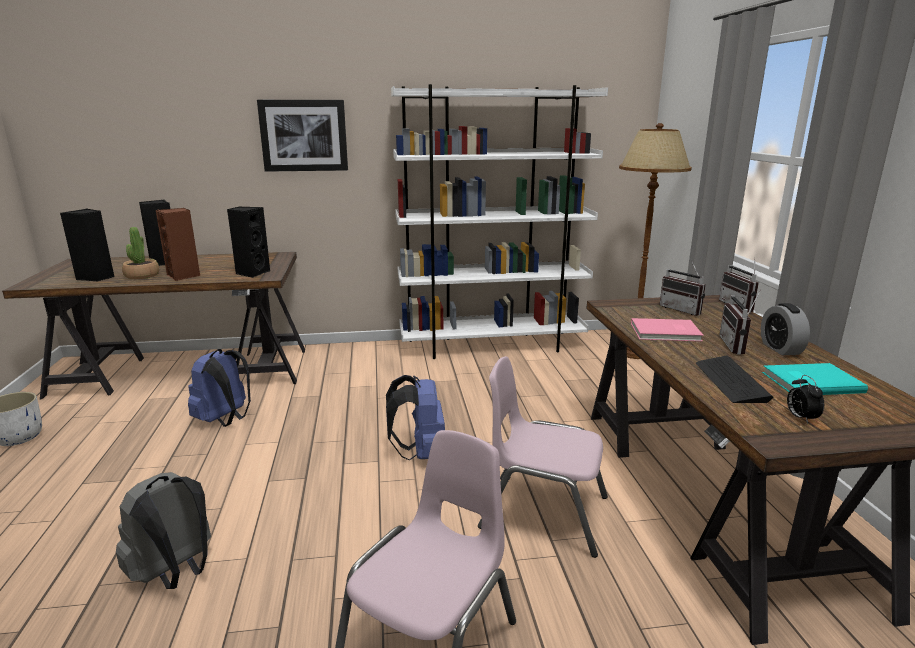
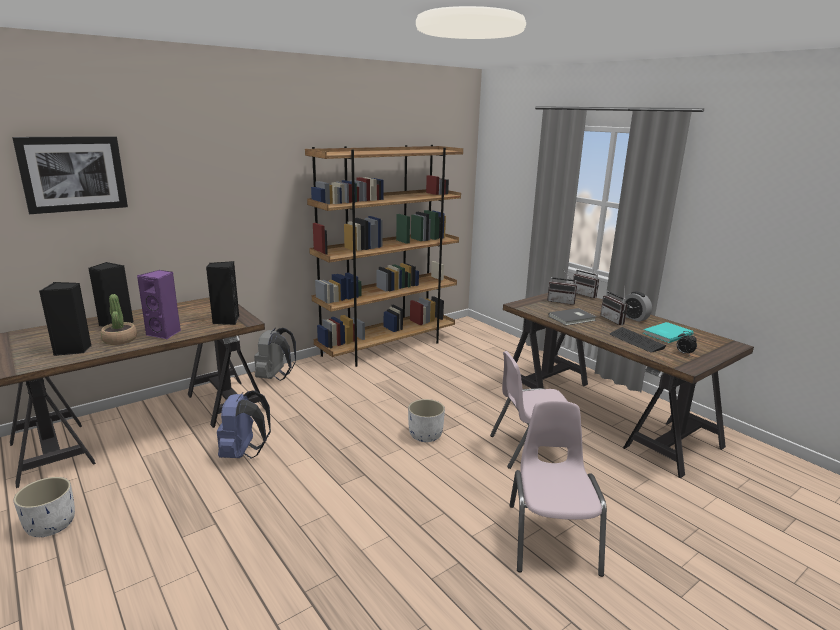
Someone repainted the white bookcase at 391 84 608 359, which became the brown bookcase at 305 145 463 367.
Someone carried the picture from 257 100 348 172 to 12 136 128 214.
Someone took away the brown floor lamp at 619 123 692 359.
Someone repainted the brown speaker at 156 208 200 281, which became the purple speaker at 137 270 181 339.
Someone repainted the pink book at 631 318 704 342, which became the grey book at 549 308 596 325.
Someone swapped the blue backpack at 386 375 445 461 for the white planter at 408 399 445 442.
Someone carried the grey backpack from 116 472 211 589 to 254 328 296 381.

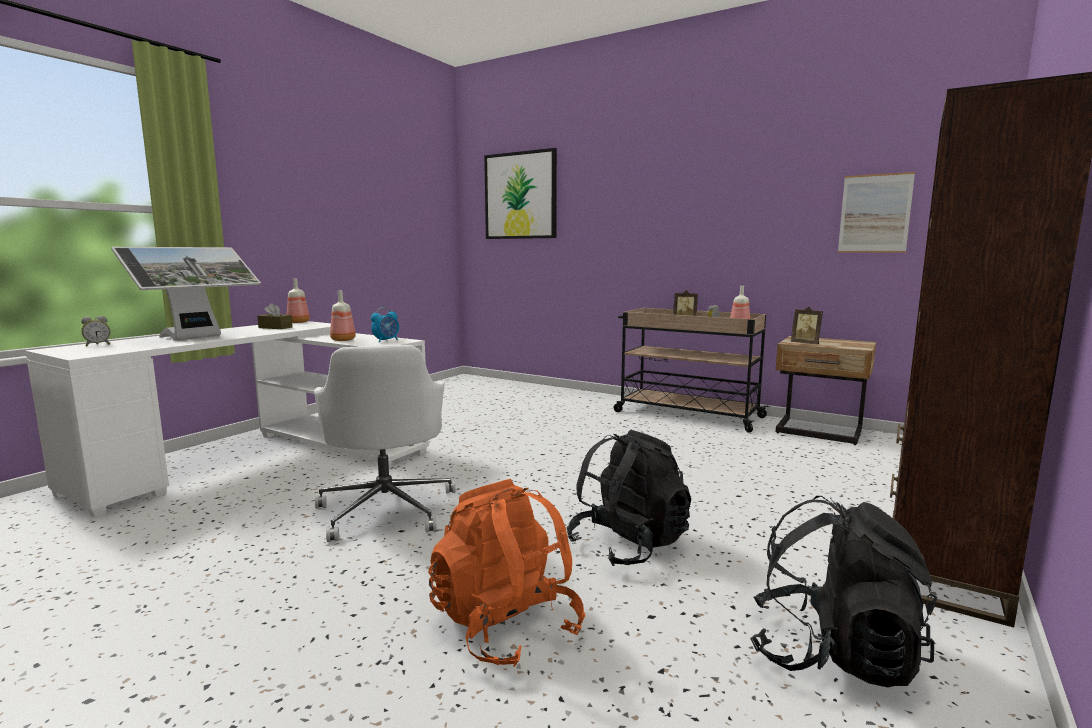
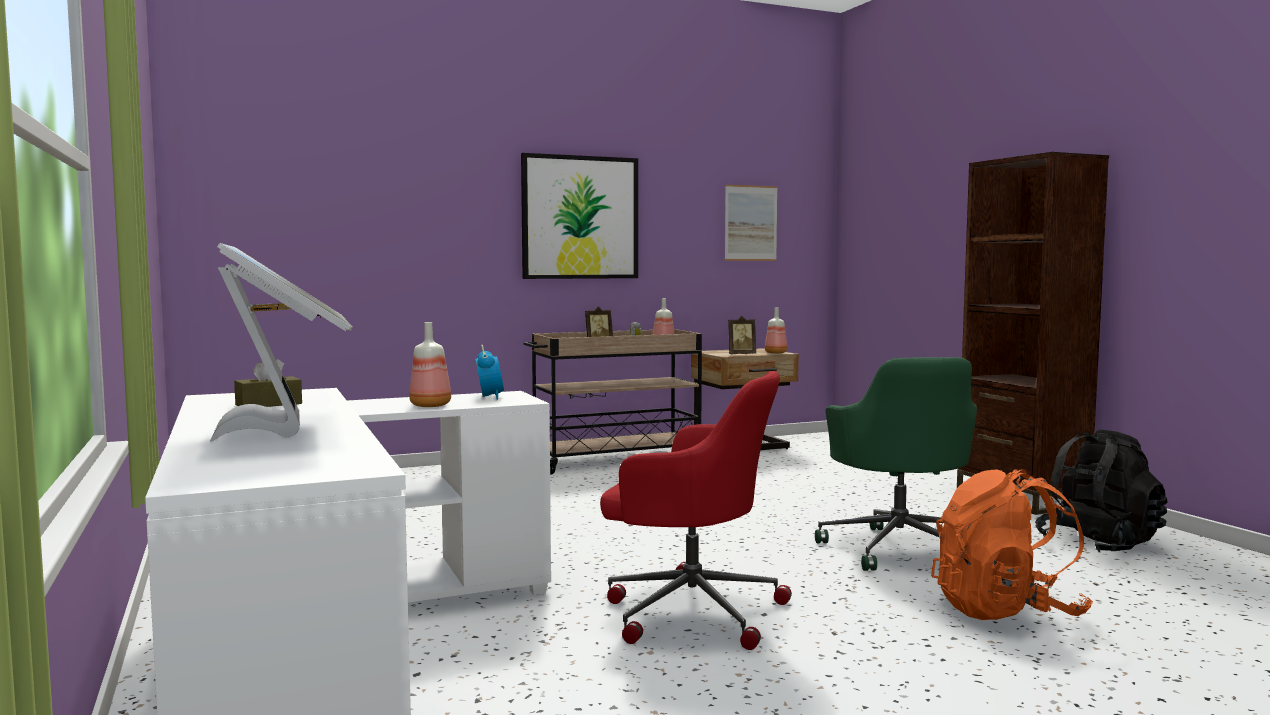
Someone carried the picture from 484 148 557 239 to 521 153 638 279.
Someone carried the bottle from 286 279 309 323 to 765 307 787 354.
Someone took away the alarm clock at 81 316 110 346.
Someone repainted the white office chair at 314 345 455 542, which became the red office chair at 600 371 792 650.
Someone swapped the black backpack at 567 430 691 566 for the green office chair at 815 357 977 571.

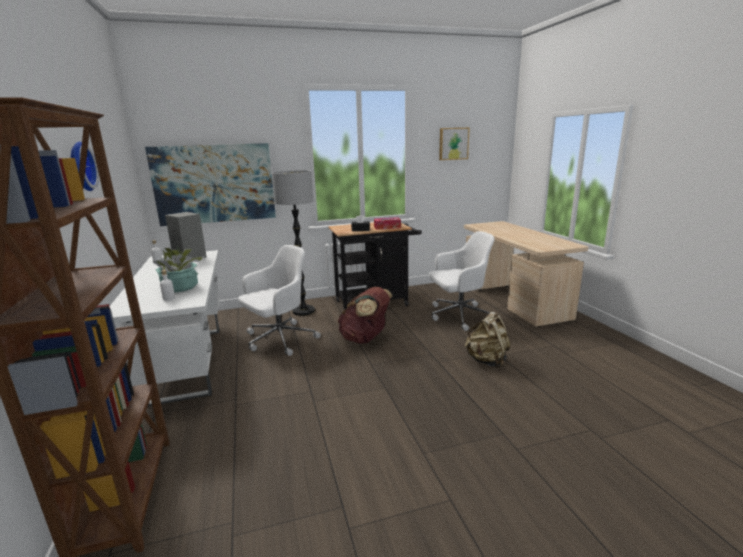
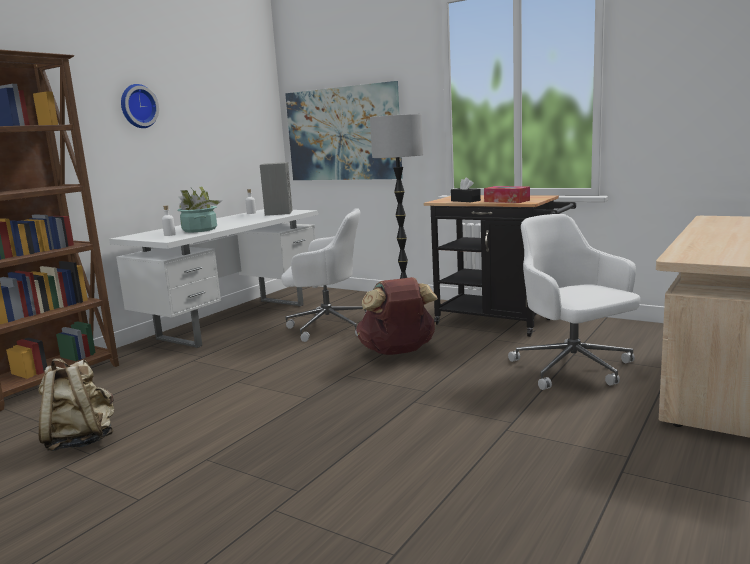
Someone took away the picture at 439 128 470 160.
Someone rotated the white office chair at 429 231 494 331 by 150 degrees counterclockwise.
Someone carried the beige backpack from 465 312 510 368 to 39 358 115 451.

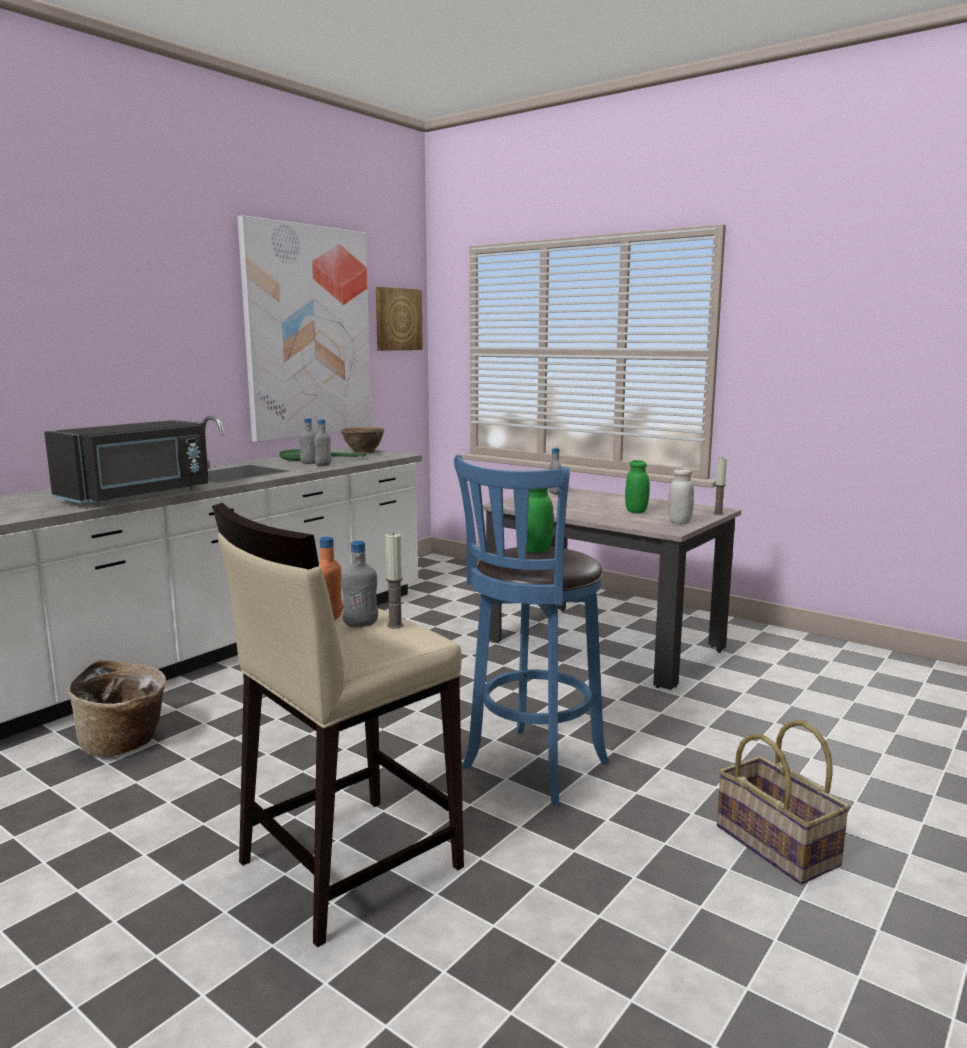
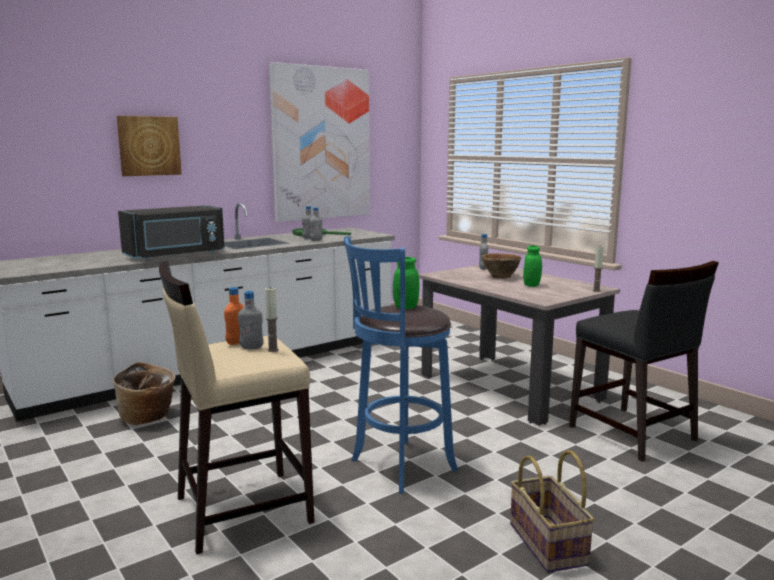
Someone carried the picture from 376 287 423 351 to 117 116 182 176.
Someone carried the brown bowl from 341 427 385 453 to 482 253 521 278.
Someone took away the white jar at 668 468 694 524.
Someone put down the black chair at 569 261 719 462.

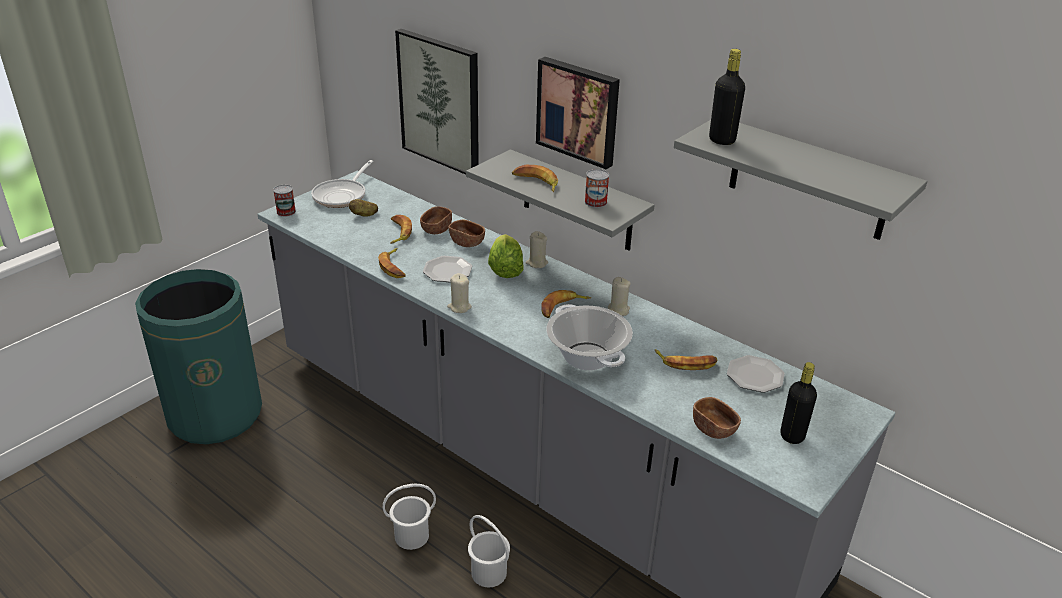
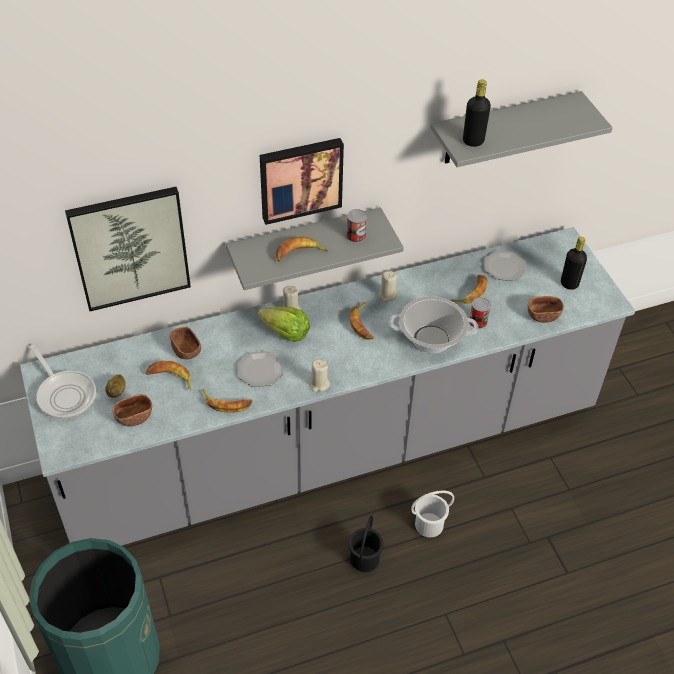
Someone carried the can from 273 185 296 217 to 469 297 491 329.
Someone carried the brown bowl from 449 220 485 247 to 113 394 152 427.
Someone repainted the white bucket at 383 484 436 550, which became the black bucket at 349 516 384 572.

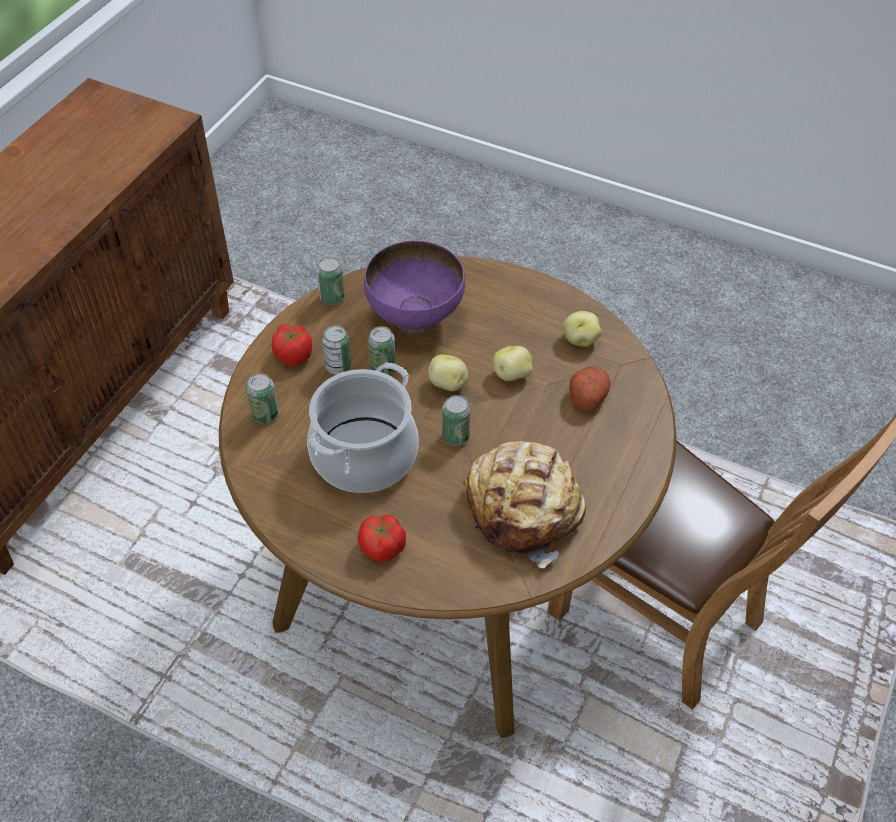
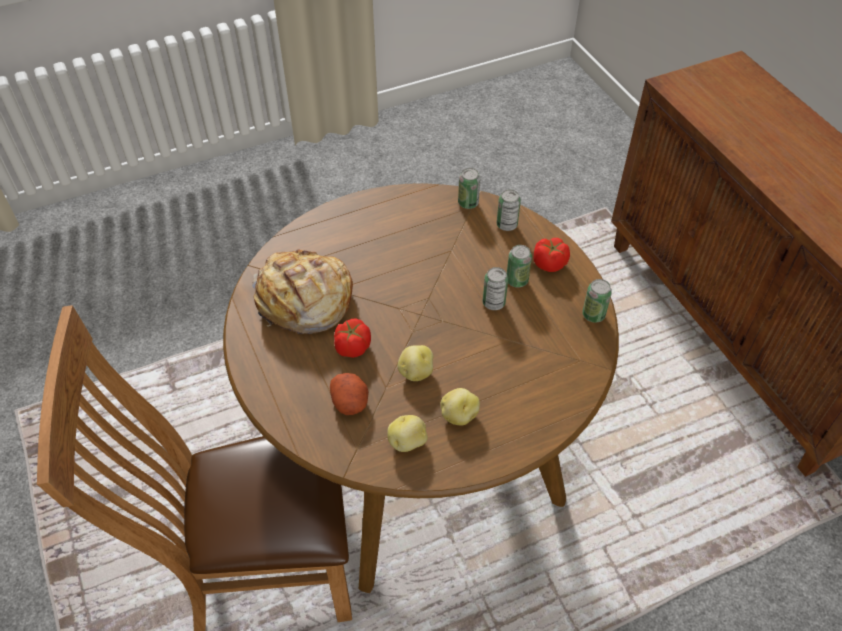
Someone took away the purple bowl at 364 240 465 334.
Someone carried the potato from 428 354 468 391 to 440 388 480 426.
Someone took away the cooking pot at 307 363 419 493.
Someone carried the can from 442 395 471 446 to 458 168 481 209.
Someone carried the tomato from 357 514 406 562 to 334 318 371 358.

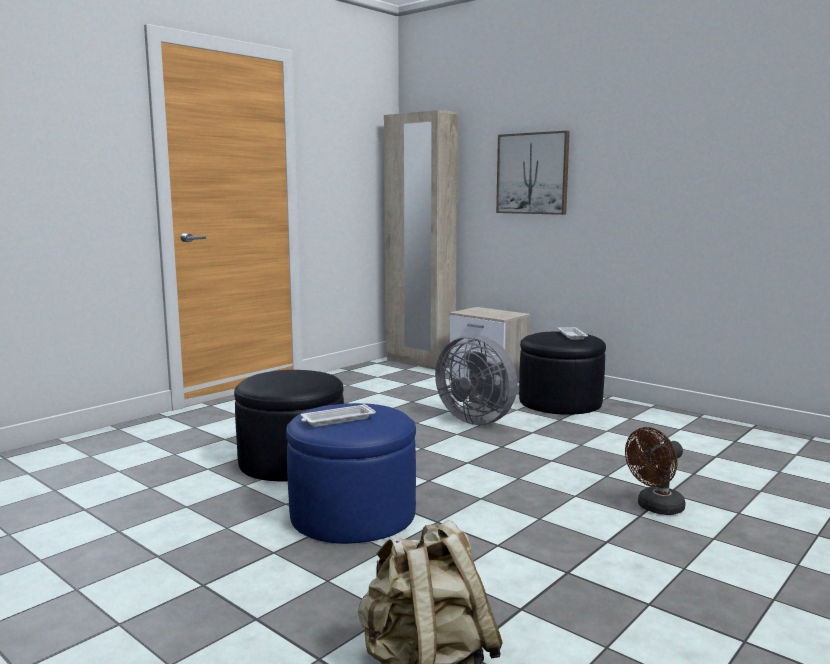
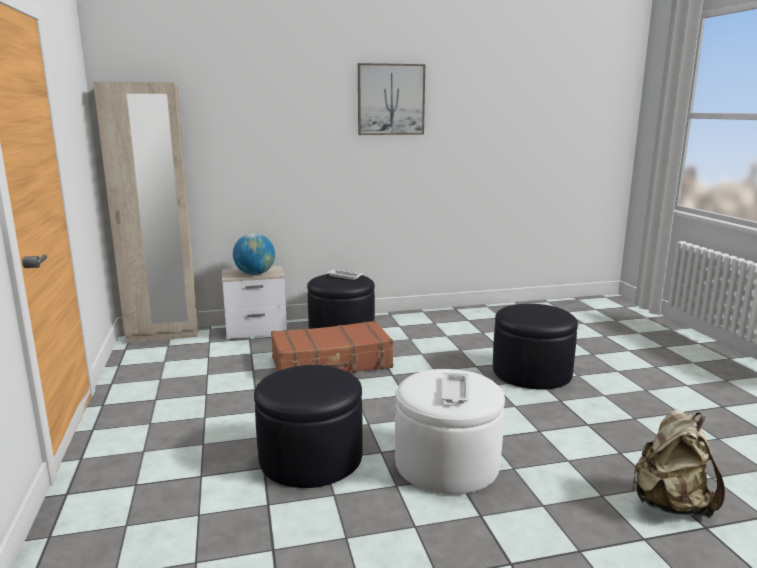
Someone carried the picture from 496 131 570 215 to 358 63 425 135.
Someone swapped the grey fan at 435 335 518 425 for the brown suitcase at 271 321 393 373.
Someone repainted the blue ottoman at 286 403 416 544, which became the white ottoman at 395 369 505 495.
Someone swapped the brown fan at 625 427 686 515 for the black ottoman at 493 304 578 390.
Someone put down the globe at 233 233 275 275.

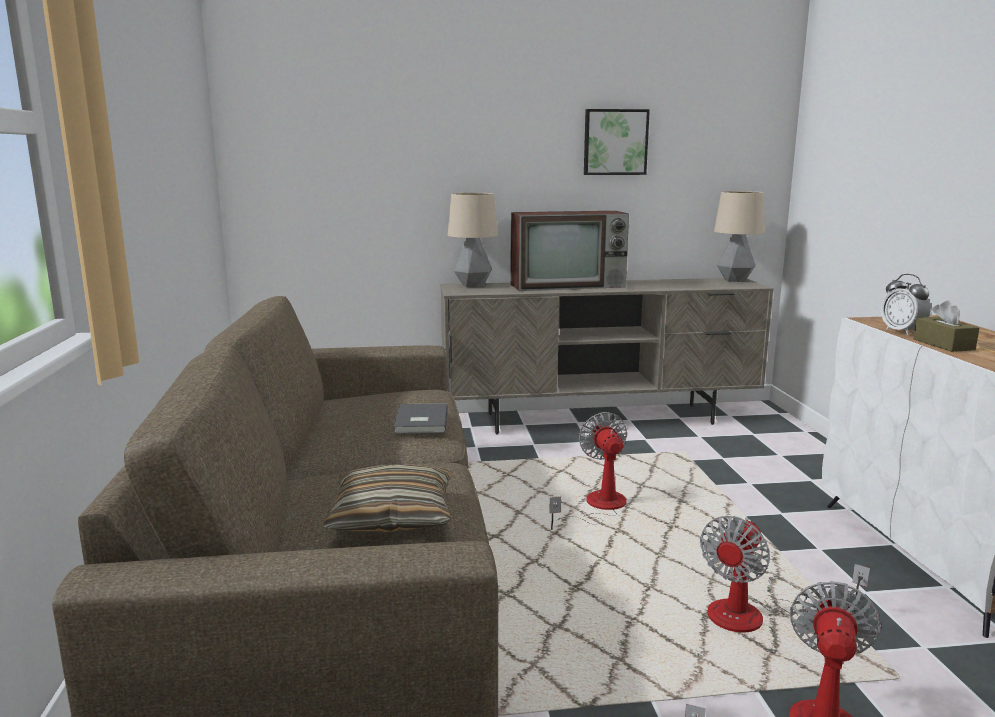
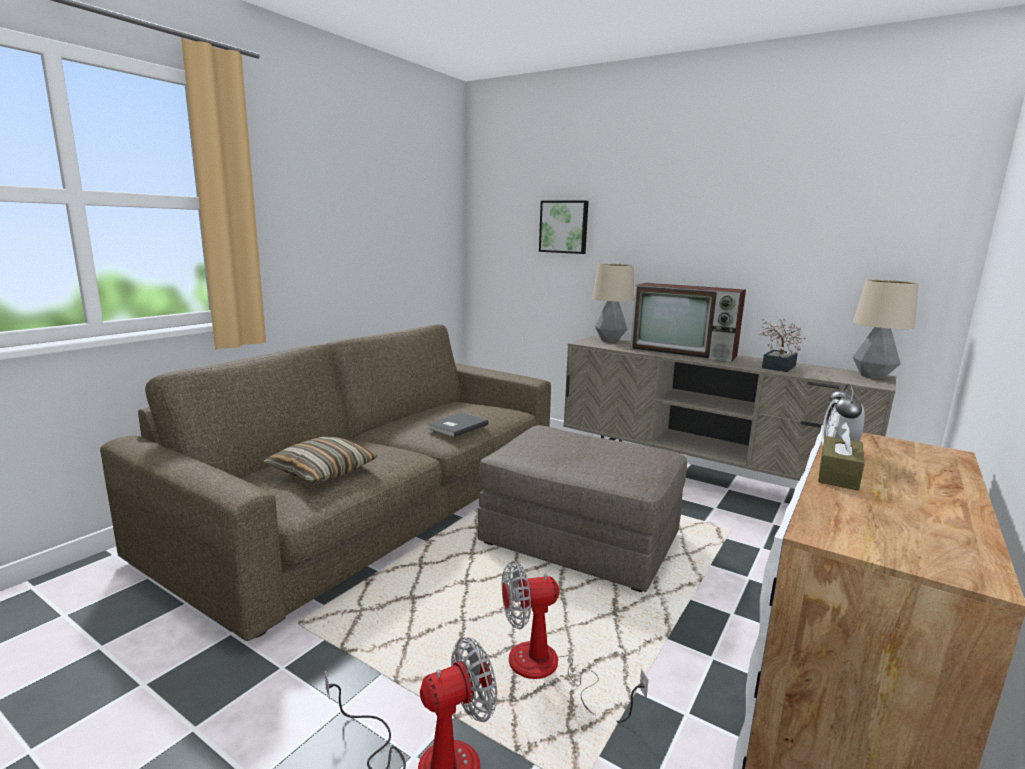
Someone carried the picture from 584 109 650 175 to 539 201 589 254.
Someone swapped the fan at 549 412 627 530 for the grey ottoman at 478 425 687 592.
Someone put down the potted plant at 758 317 806 372.

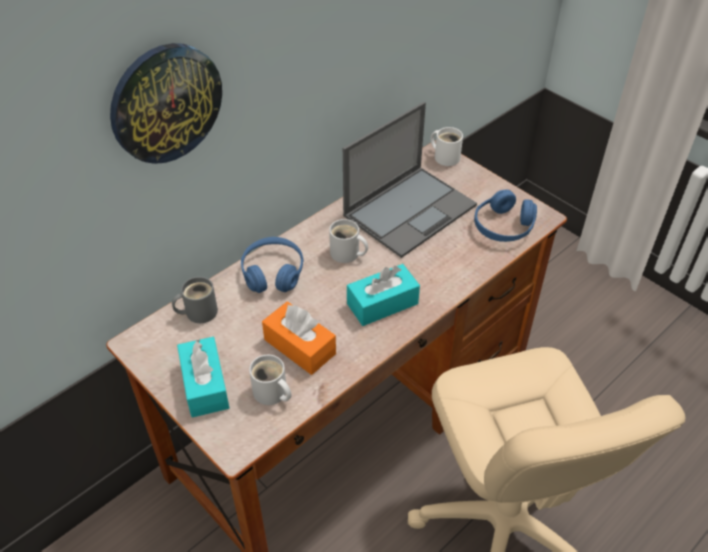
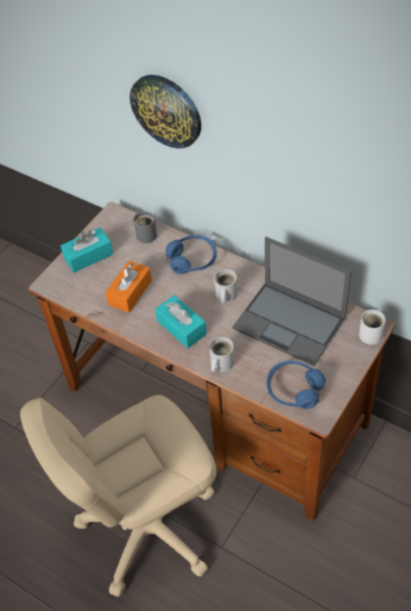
Someone carried the white mug from 249 355 291 405 to 209 337 235 373.

